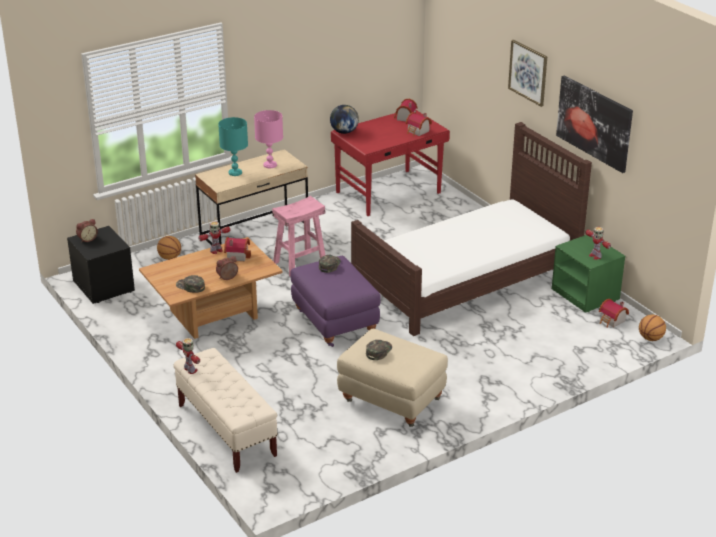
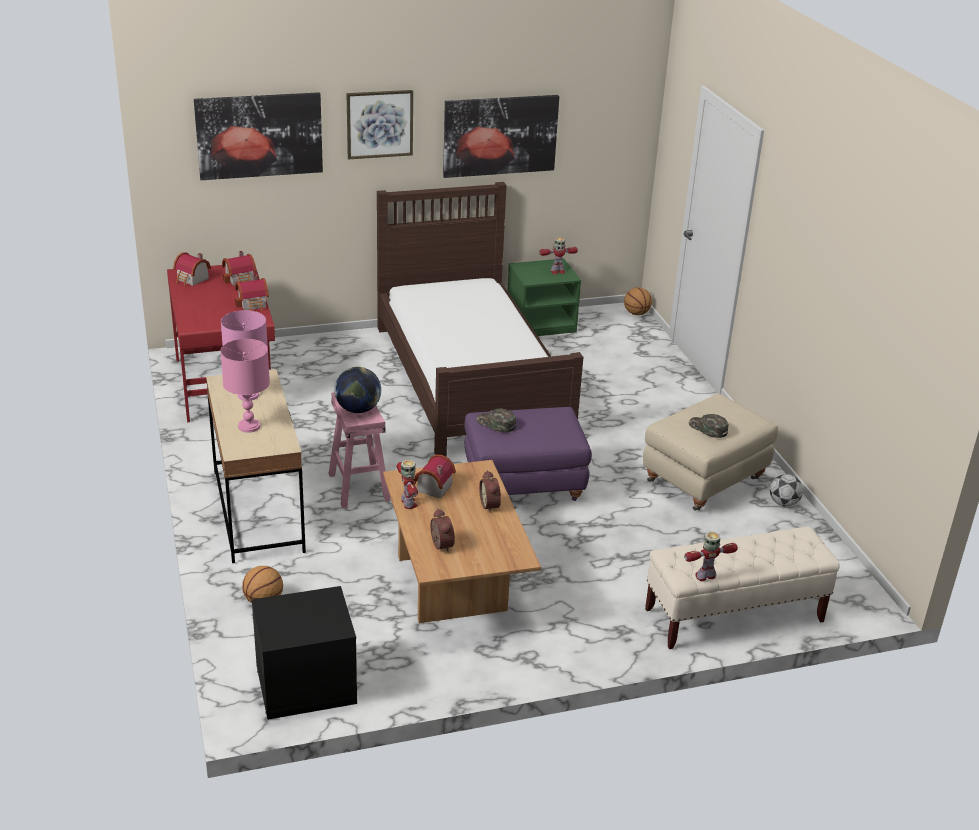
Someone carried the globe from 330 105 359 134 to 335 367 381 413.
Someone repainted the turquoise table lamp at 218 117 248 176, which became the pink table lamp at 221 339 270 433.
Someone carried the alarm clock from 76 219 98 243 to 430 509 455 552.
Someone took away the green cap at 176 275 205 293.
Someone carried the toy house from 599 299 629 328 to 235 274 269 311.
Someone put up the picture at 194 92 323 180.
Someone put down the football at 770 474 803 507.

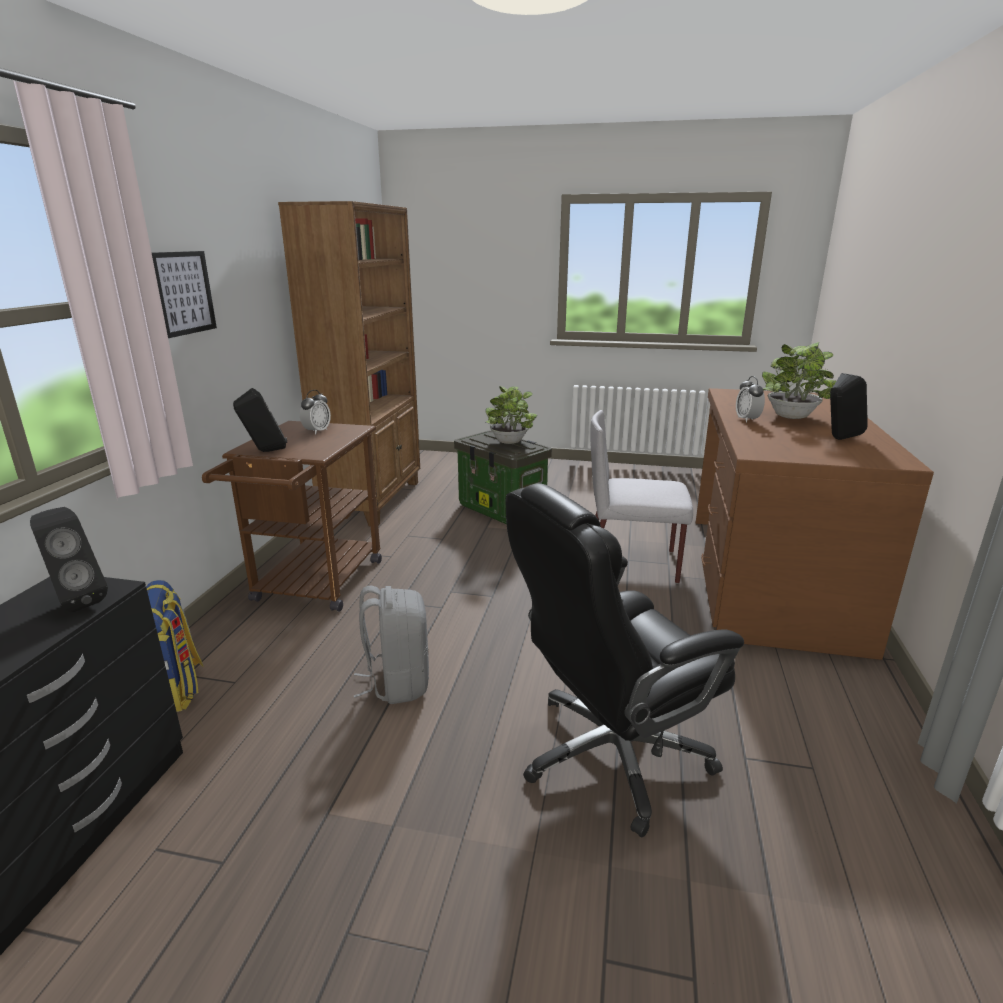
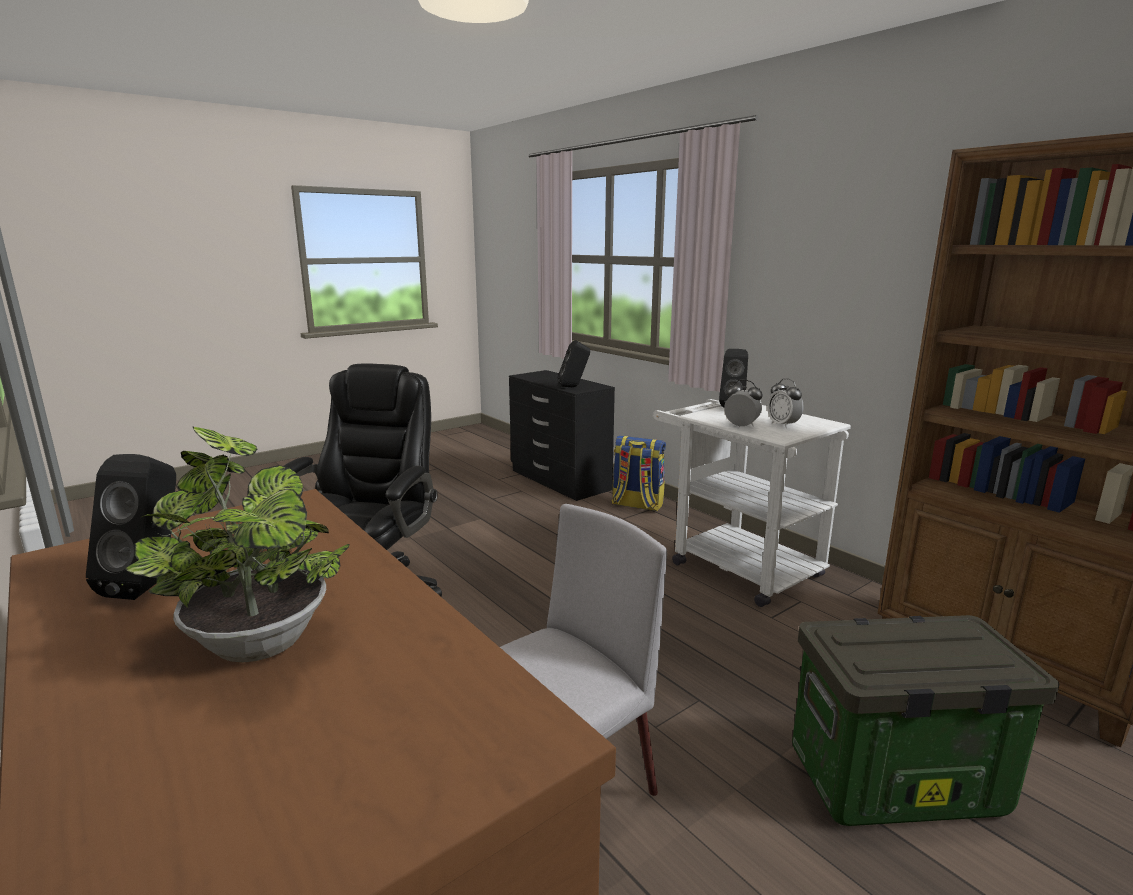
Someone took away the picture at 152 251 217 338.
Someone carried the alarm clock from 736 376 765 422 to 724 380 763 427.
Someone took away the potted plant at 485 386 537 444.
Someone repainted the brown cart at 202 421 382 612, which became the white cart at 653 399 851 607.
Someone took away the grey backpack at 354 586 429 704.

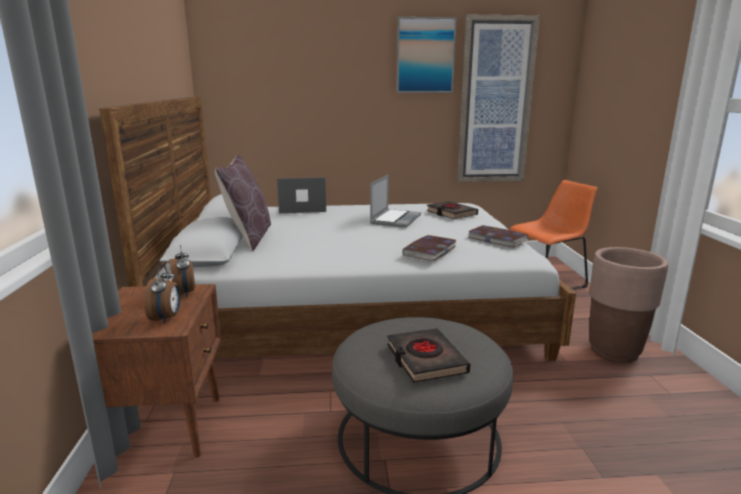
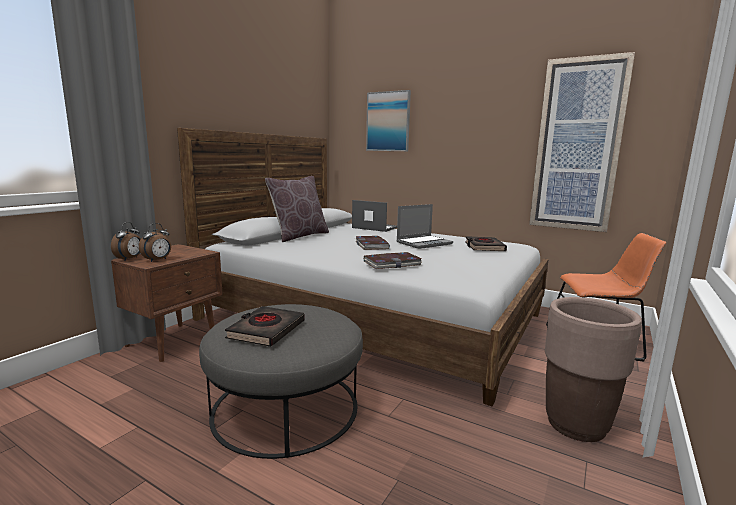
Someone carried the picture from 396 17 457 93 to 366 90 411 151.
Someone carried the book from 467 225 528 247 to 355 236 390 250.
Someone carried the alarm clock from 170 245 195 298 to 111 222 141 260.

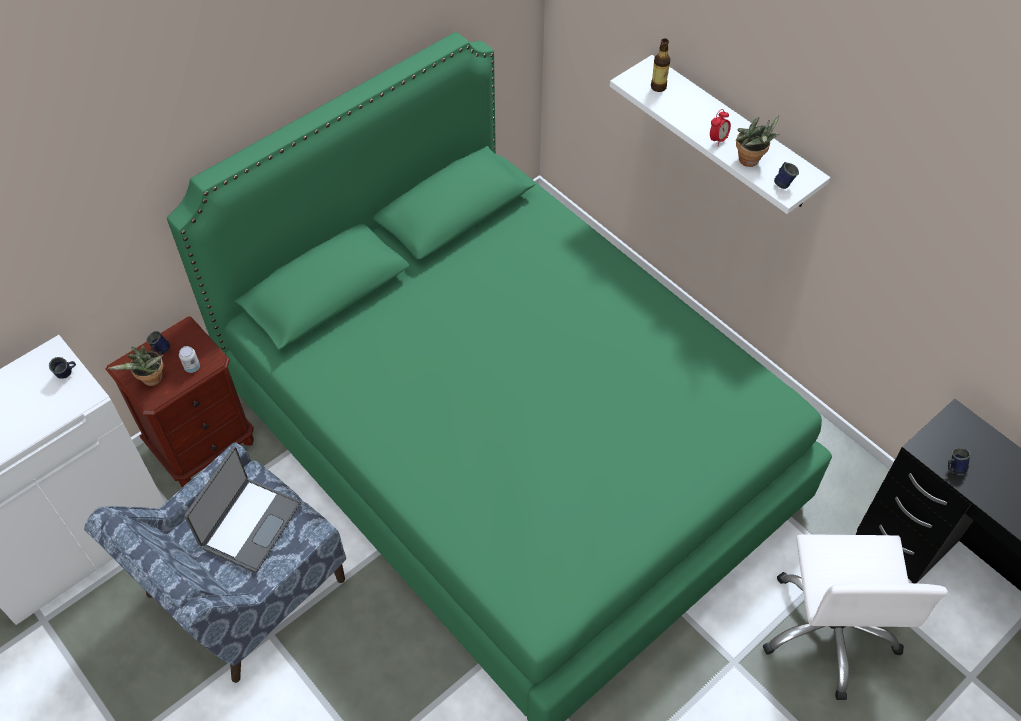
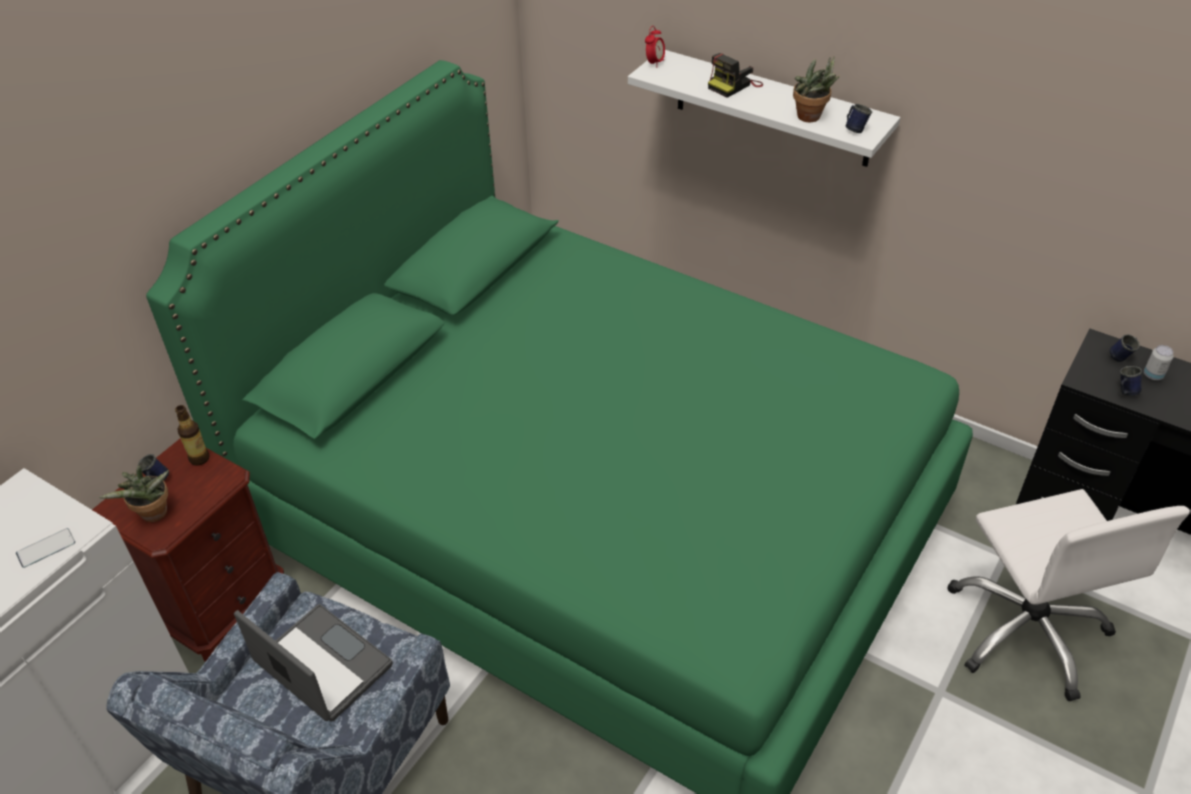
Someone carried the bottle from 651 39 670 92 to 175 405 210 465.
Someone carried the alarm clock from 710 109 731 147 to 645 26 665 68.
Someone carried the can from 179 346 200 373 to 1144 345 1174 380.
Someone carried the blue mug from 49 357 76 379 to 1109 334 1140 362.
Someone rotated the laptop at 184 446 301 573 by 60 degrees counterclockwise.
Someone put down the photo camera at 708 53 763 98.
Someone put down the phone at 16 528 75 568.

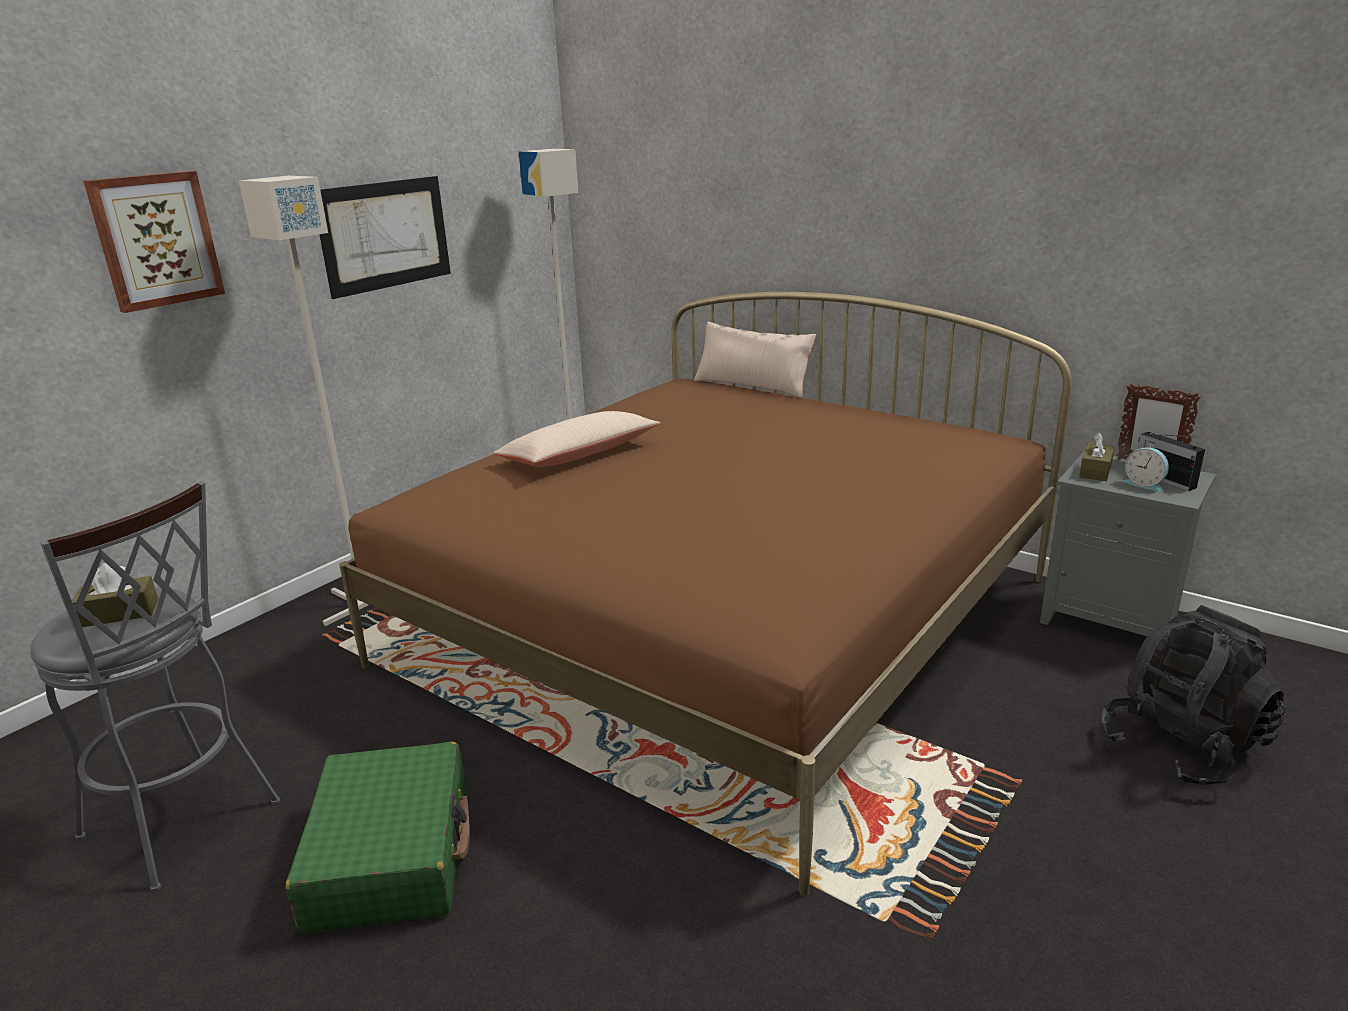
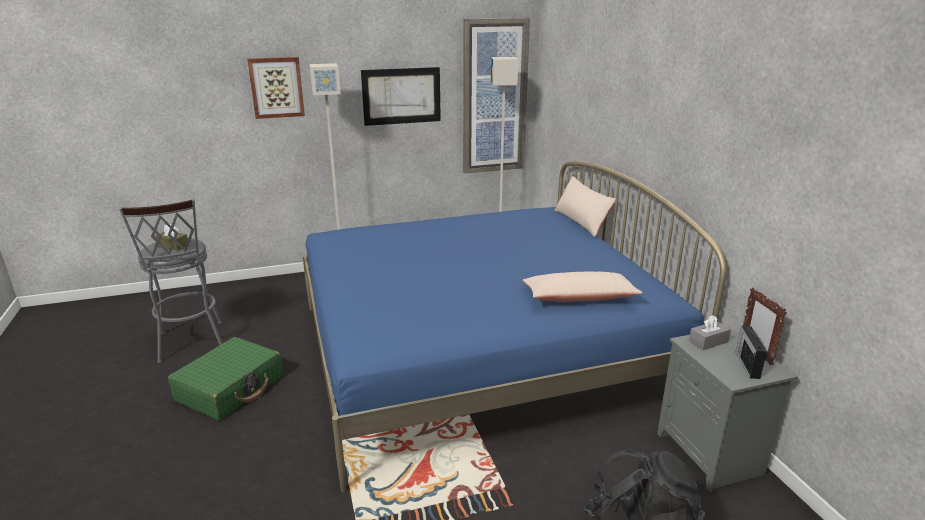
Someone repainted the brown bed at 339 292 1072 896, which became the blue bed at 303 161 727 493.
Someone carried the beige pillow from 493 411 660 467 to 523 272 643 302.
Someone repainted the brown tissue box at 1079 432 1115 481, which became the grey tissue box at 689 315 731 350.
Someone took away the alarm clock at 1122 447 1169 492.
Someone put up the picture at 463 18 530 173.

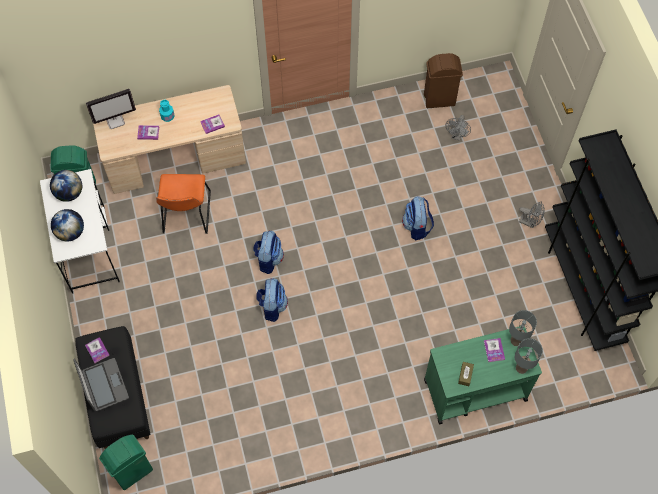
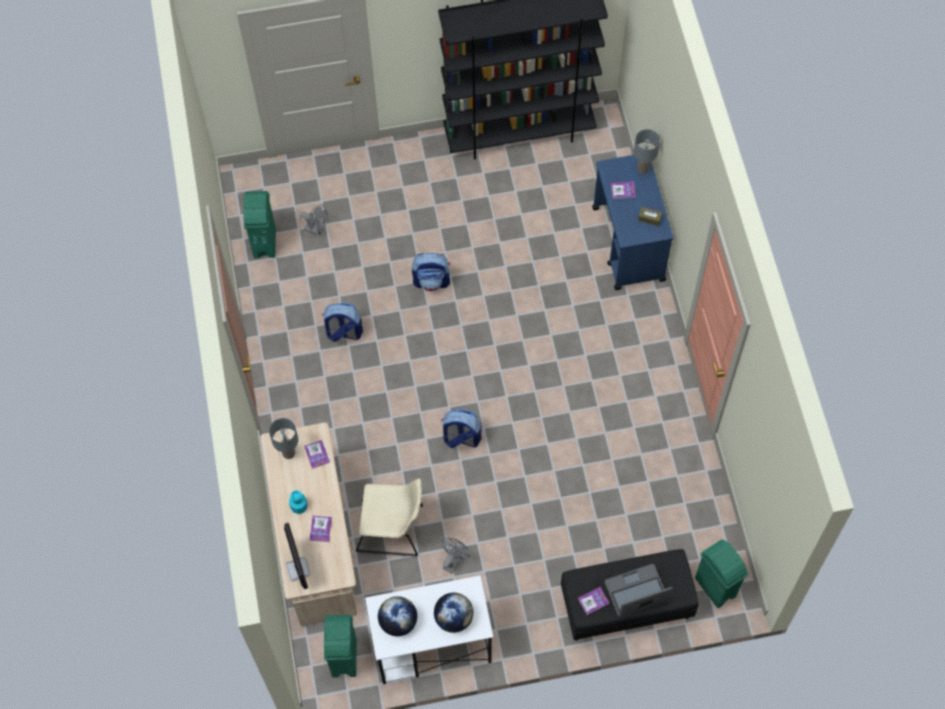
Someone repainted the brown trash can at 424 53 463 108, which became the green trash can at 243 191 276 258.
Someone repainted the orange chair at 156 174 211 234, which became the beige chair at 356 479 423 557.
Someone carried the grey fan from 519 202 545 228 to 441 538 470 574.
Someone carried the backpack from 256 278 288 322 to 322 303 363 342.
Someone carried the grey table lamp from 509 310 537 346 to 269 418 298 459.
Someone repainted the green cart at 424 326 542 424, which became the blue cart at 592 155 673 290.

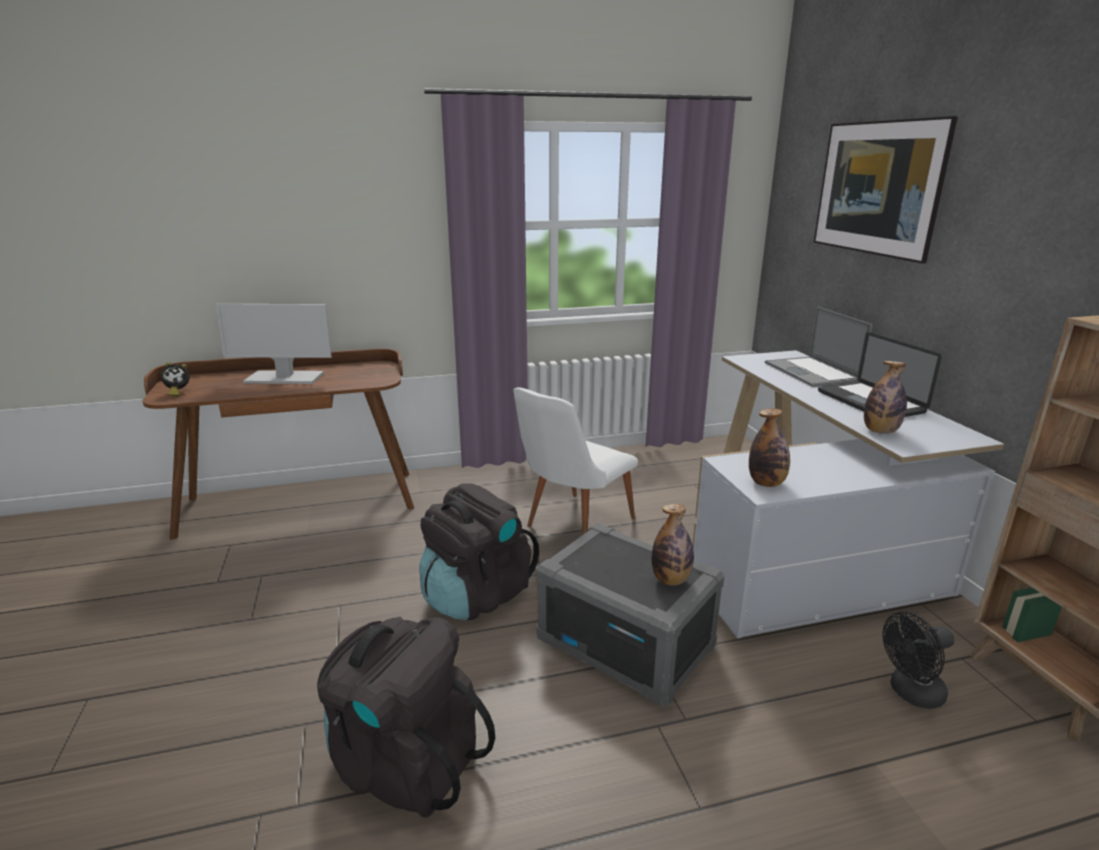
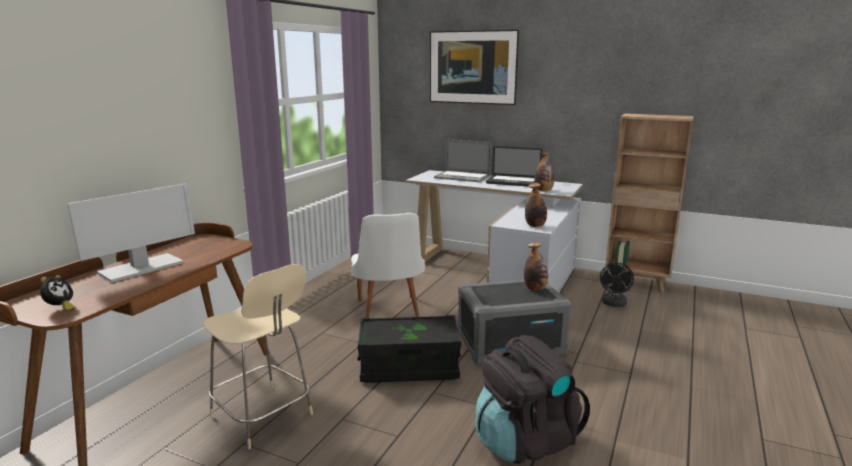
Someone swapped the black backpack at 419 483 539 620 for the black storage box at 357 315 461 383.
Someone put down the beige chair at 203 264 313 449.

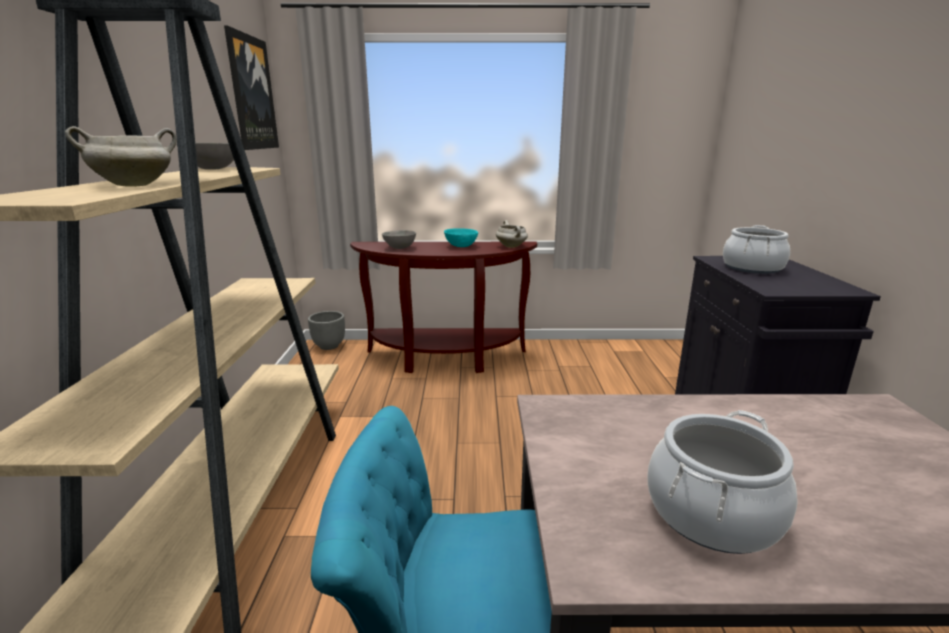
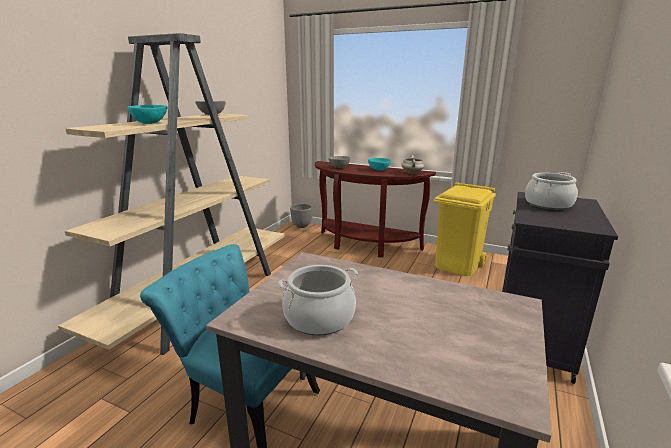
Someone took away the picture at 224 26 279 150.
Someone swapped the white cooking pot at 65 126 176 187 for the turquoise bowl at 127 105 167 124.
Someone put down the yellow trash can at 434 182 496 276.

